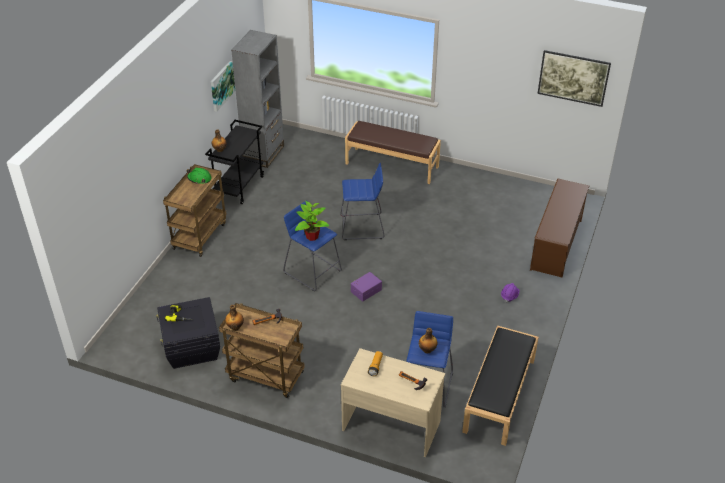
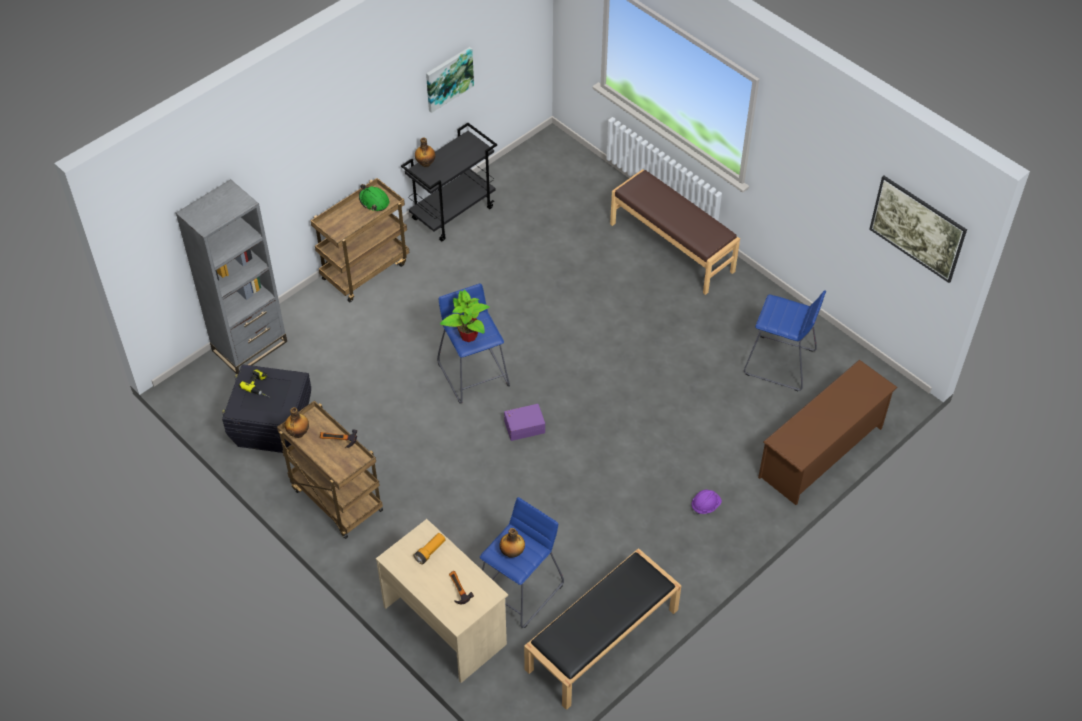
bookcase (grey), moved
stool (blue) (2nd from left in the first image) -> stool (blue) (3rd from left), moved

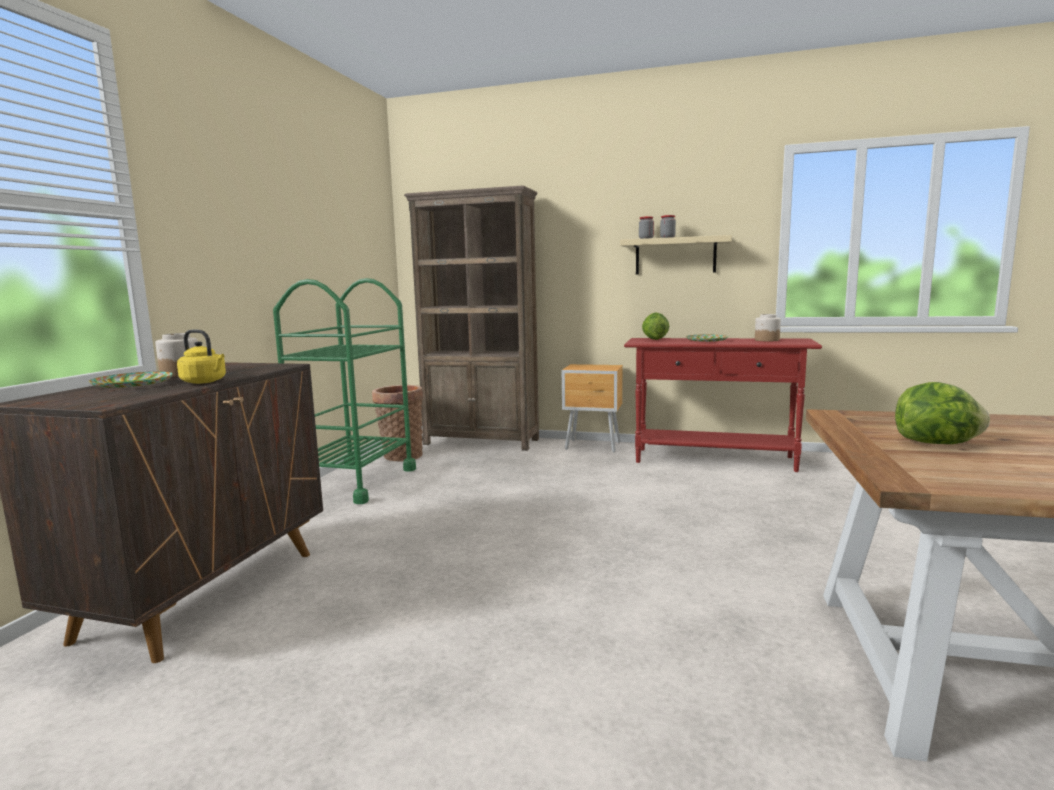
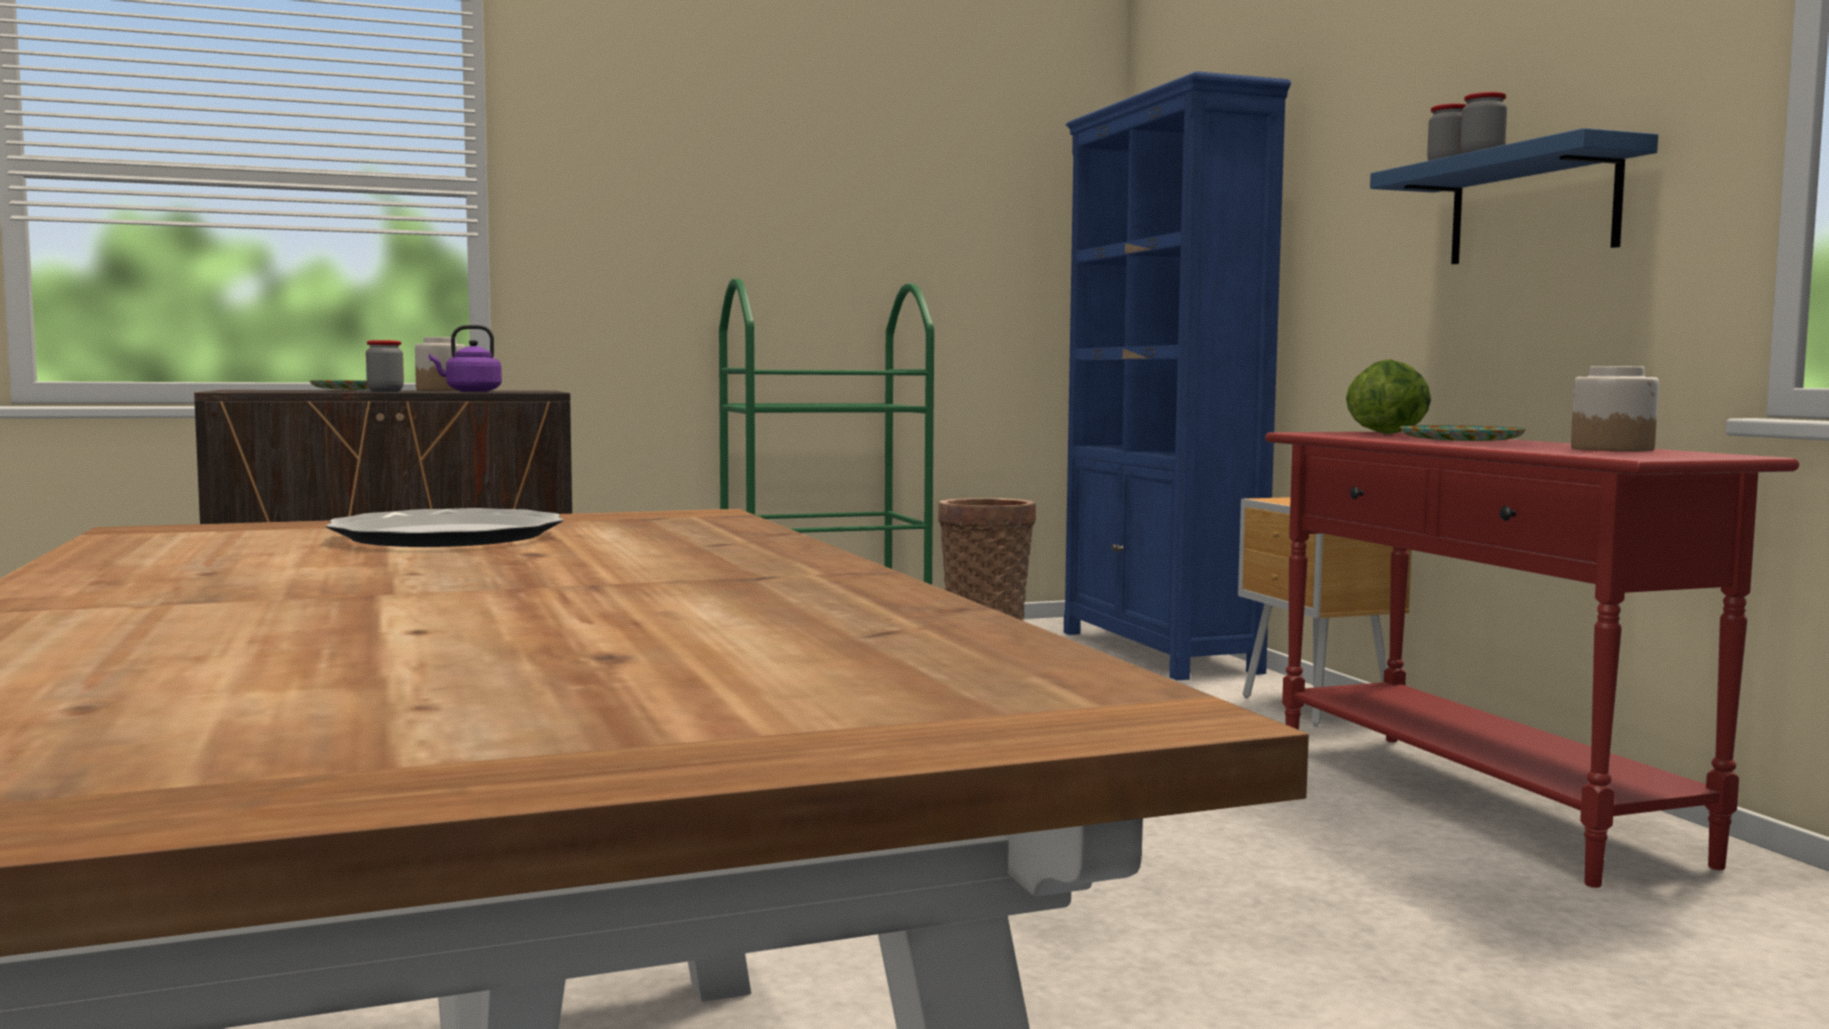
kettle (yellow) -> jar (1st from left)
bookcase (brown) -> bookcase (blue)
shelf (beige) -> shelf (blue)
lettuce (2nd from left) -> plate (2nd from left)
none -> kettle (purple)

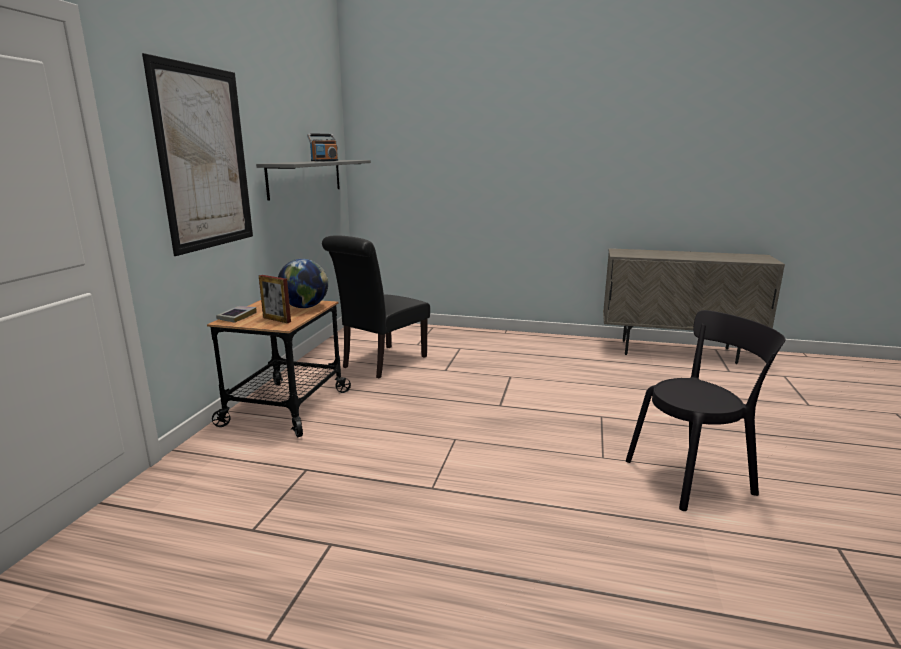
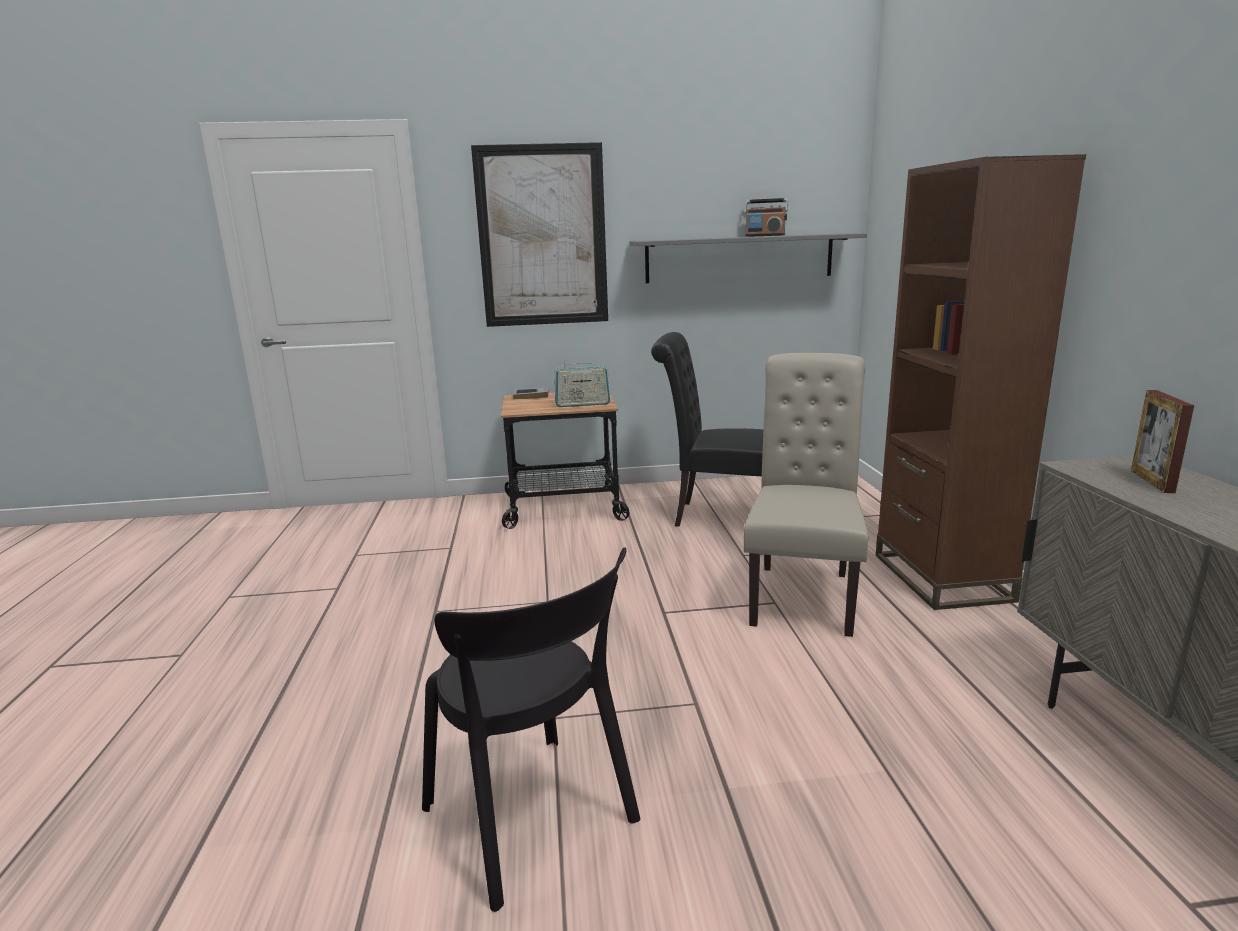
picture frame, moved
globe -> radio (1st from left)
none -> chair (beige)
none -> bookcase (brown)

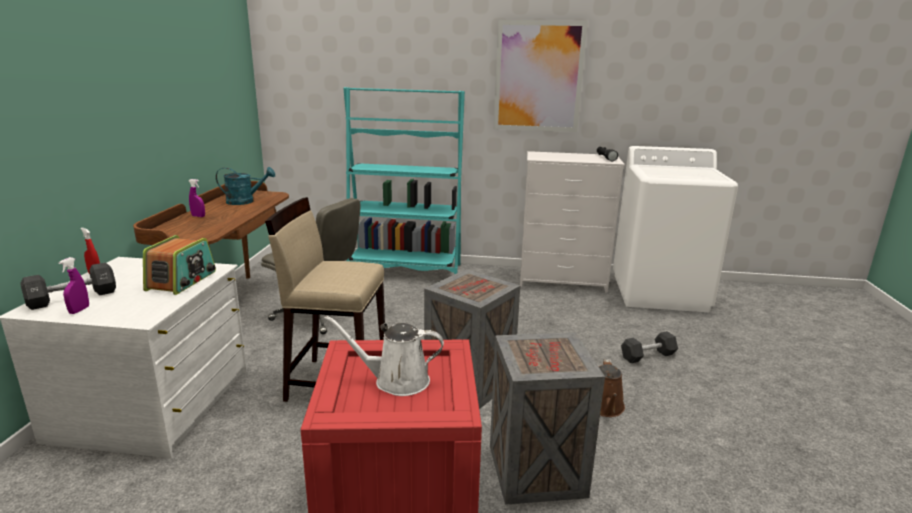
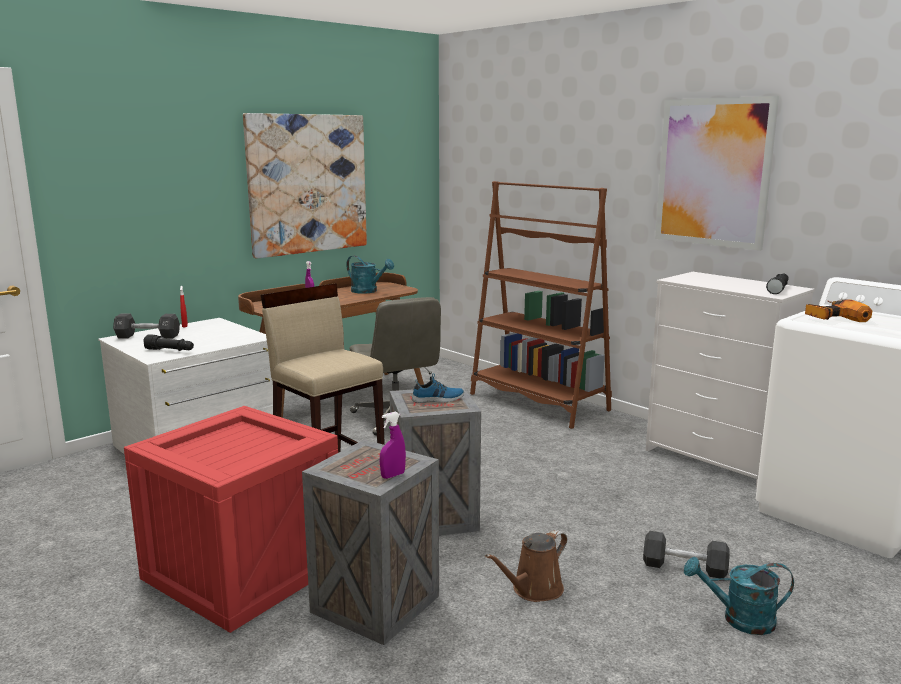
spray bottle (purple) (1st from left in the first image) -> spray bottle (purple) (2nd from left), moved
radio -> none
watering can (white) -> none
bookcase (turquoise) -> bookcase (brown)
none -> flashlight (black) (1st from left)
none -> picture (1st from left)
none -> shoe
none -> watering can (turquoise) (2nd from left)
none -> power drill

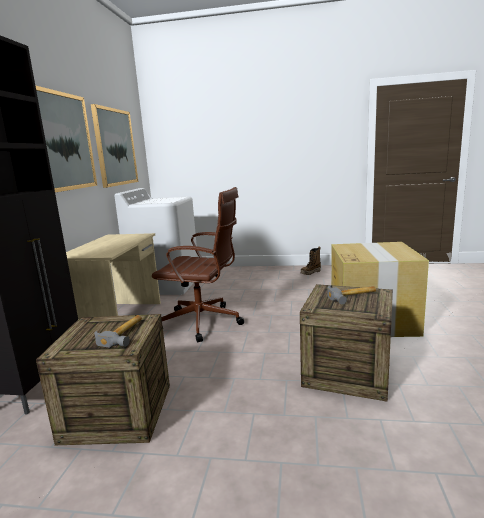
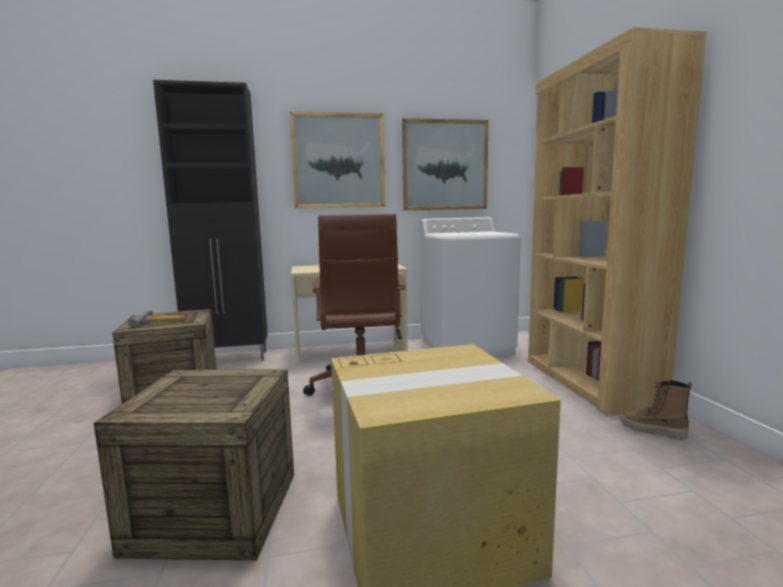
hammer (2nd from left) -> none
none -> bookcase (brown)

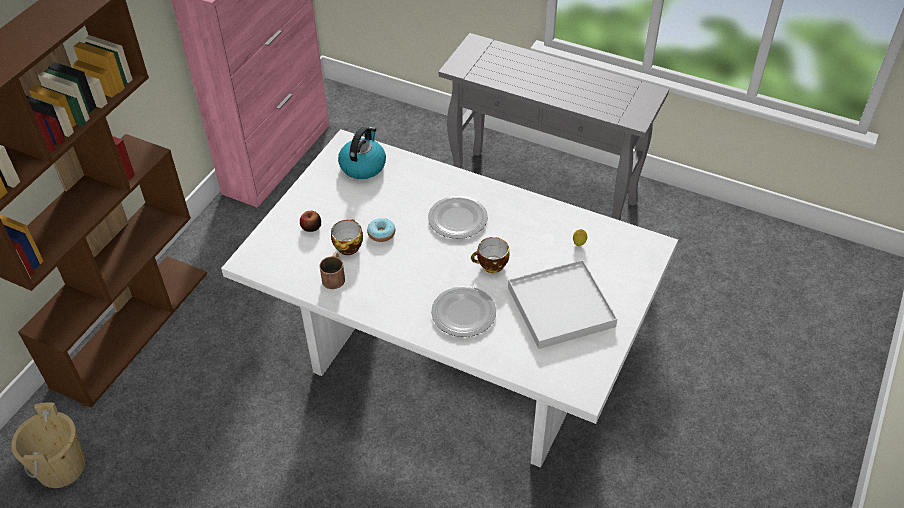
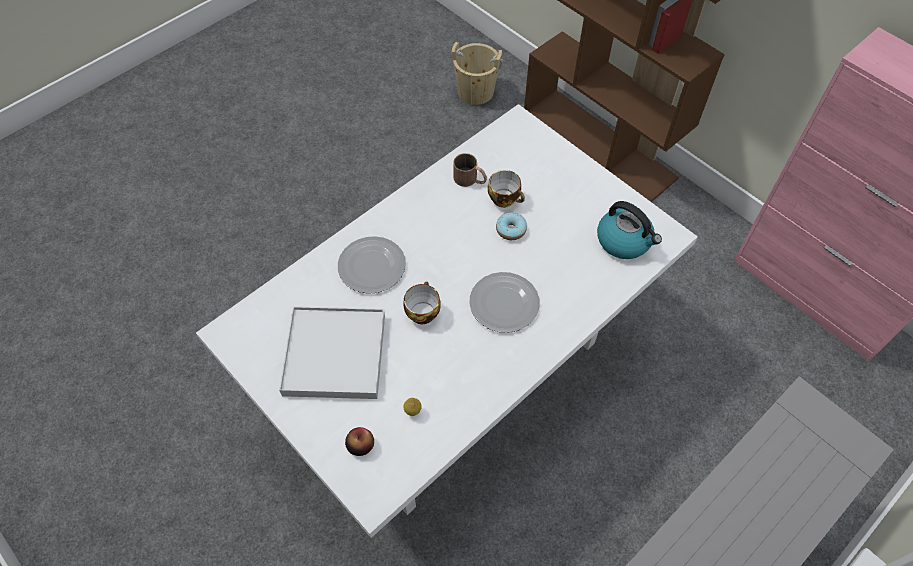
apple, moved

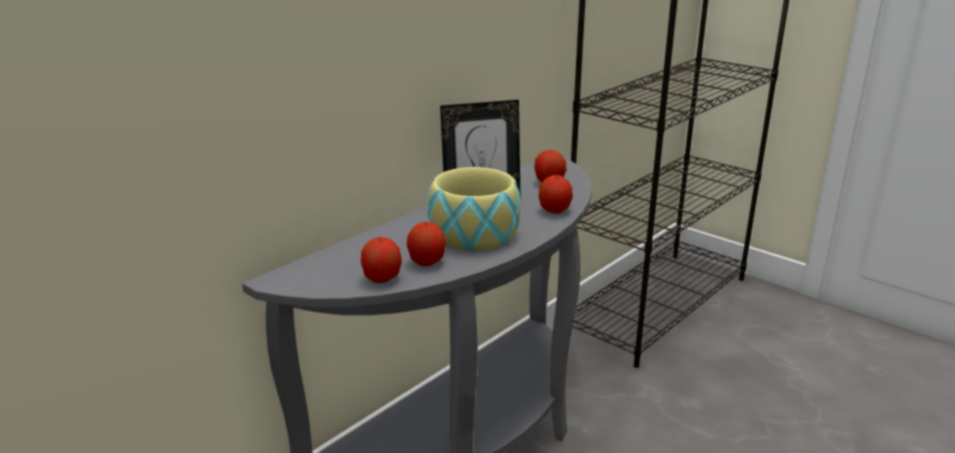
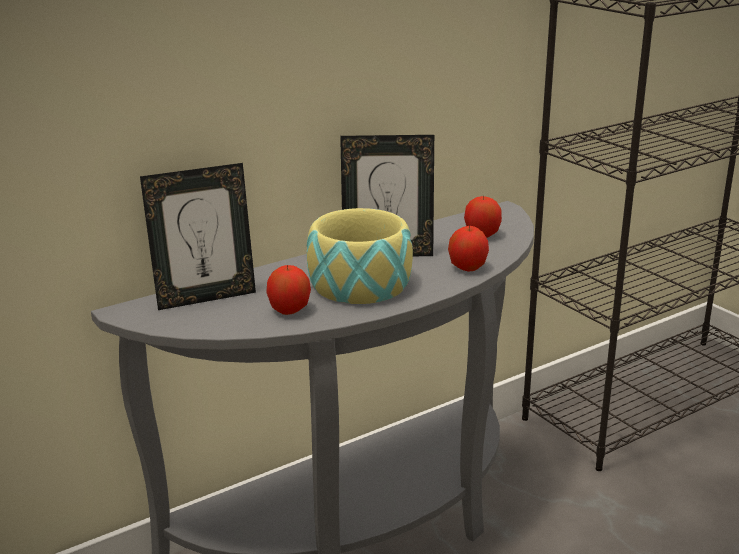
apple (1st from left) -> none
none -> picture frame (1st from left)

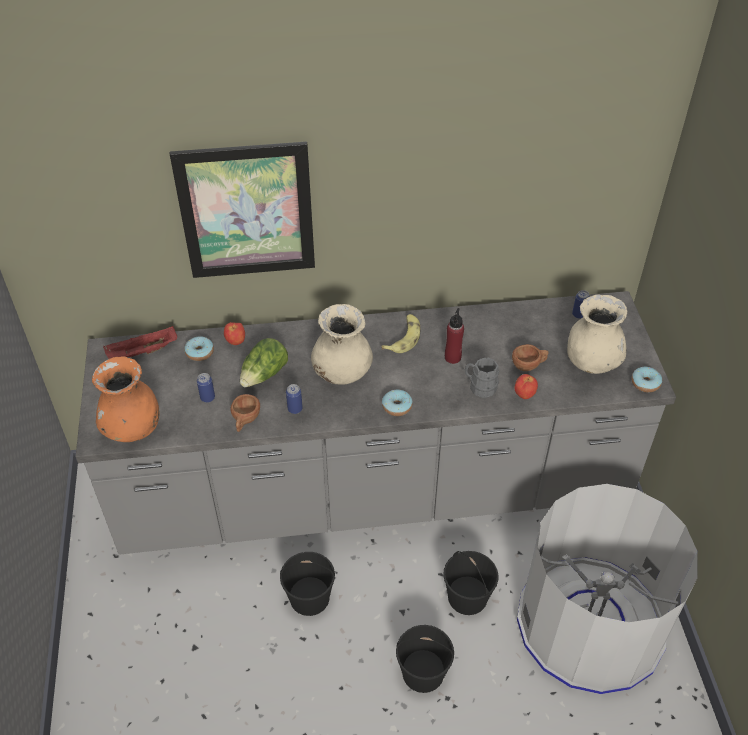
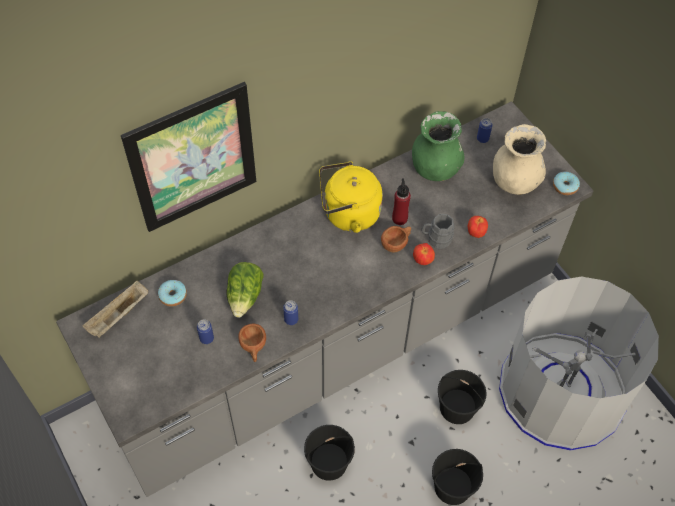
vase (orange) -> none
tray (red) -> tray (beige)
apple (1st from left), moved
vase (beige) (1st from left) -> none
banana -> kettle (yellow)
donut (2nd from left) -> none
cup (brown) (2nd from left), moved
none -> vase (green)

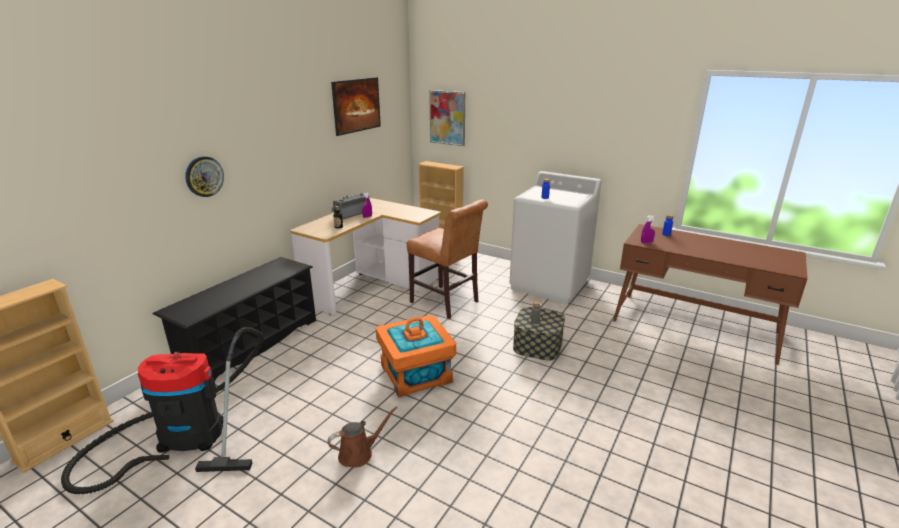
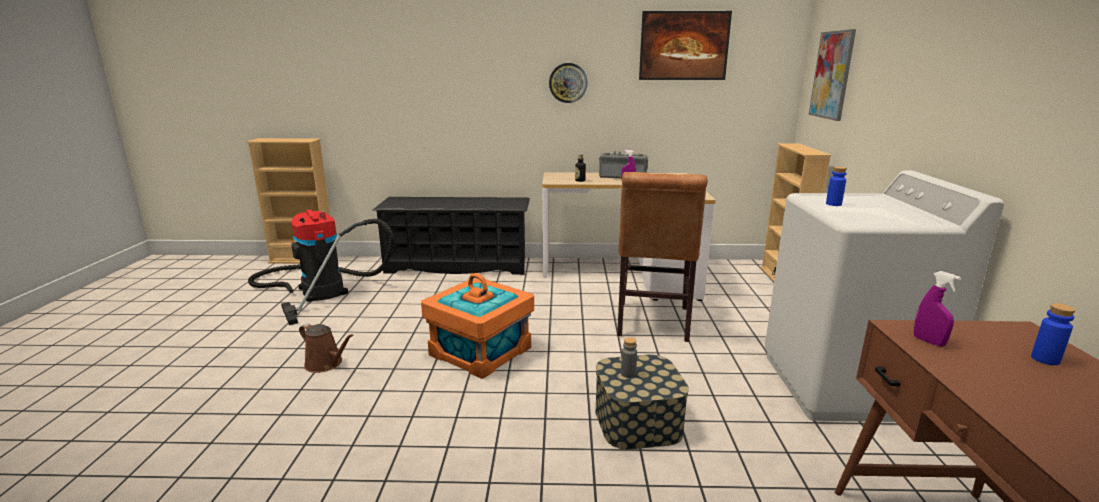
wall clock, moved

